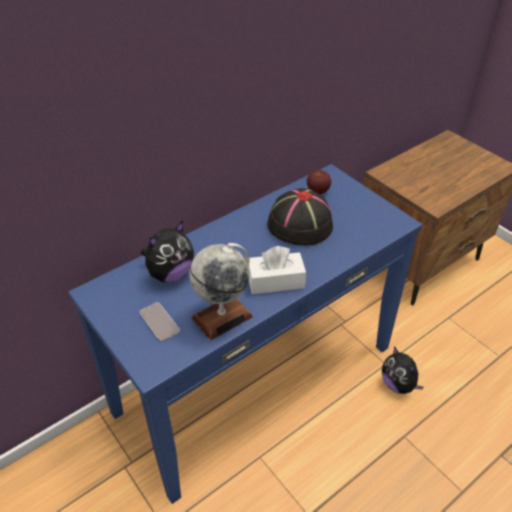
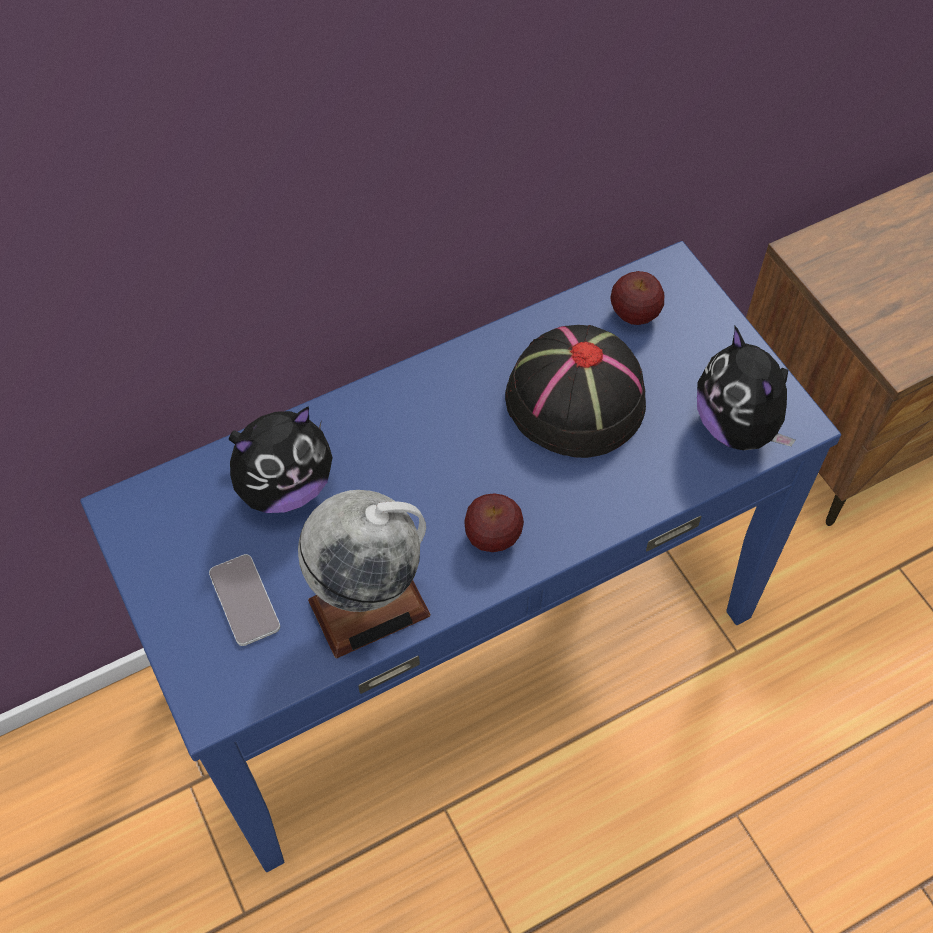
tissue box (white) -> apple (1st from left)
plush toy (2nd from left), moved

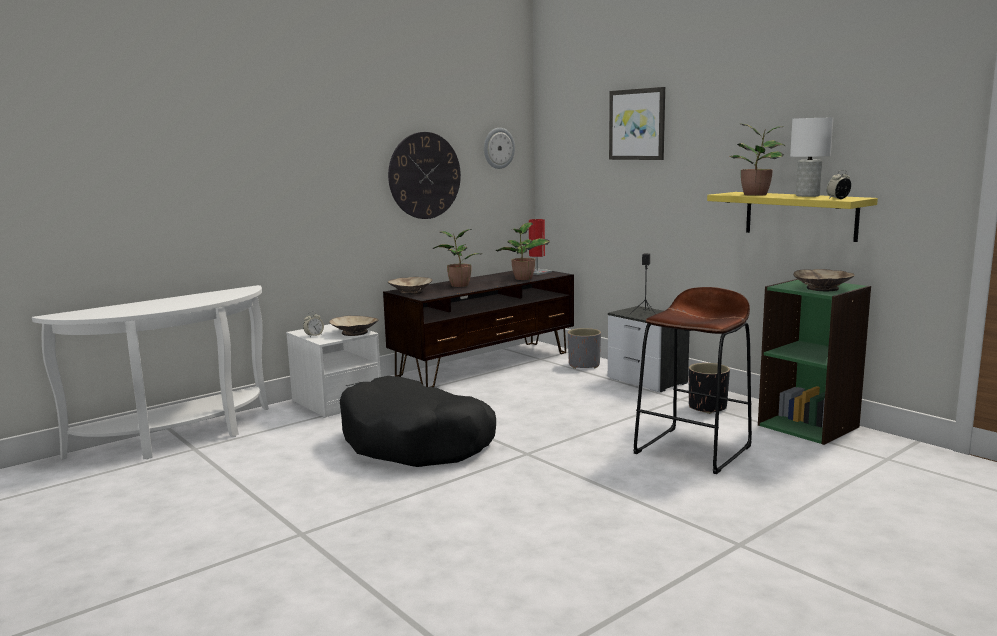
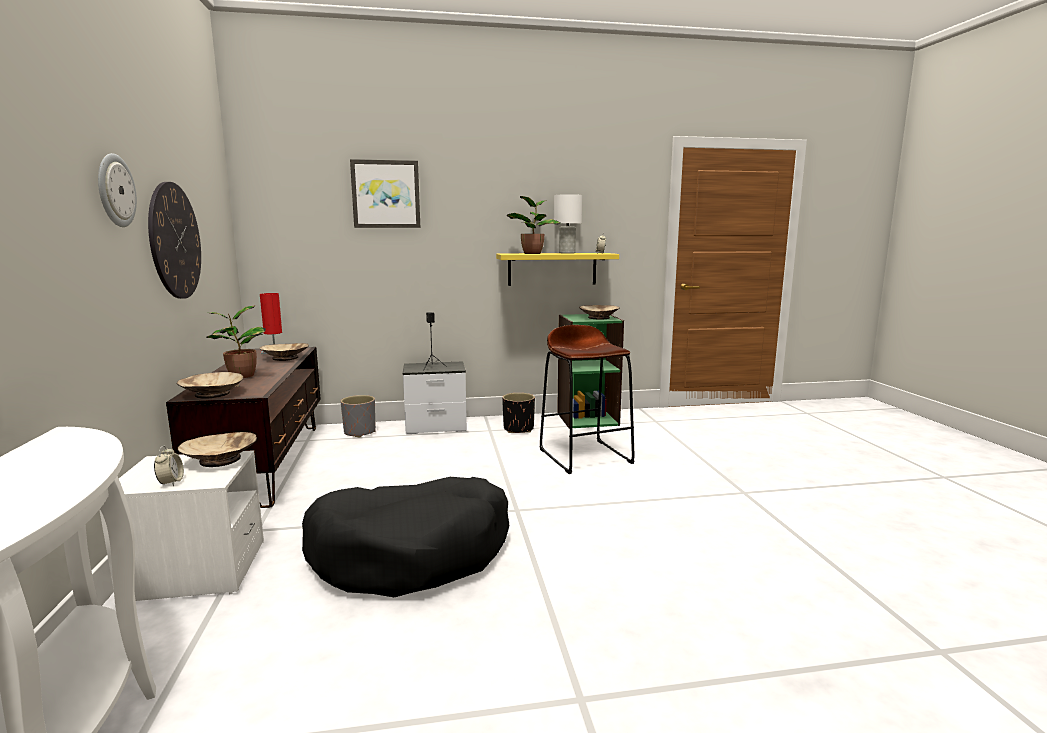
wall clock (2nd from left in the first image) -> wall clock (1st from left), moved
potted plant (2nd from left) -> bowl (beige) (3rd from left)

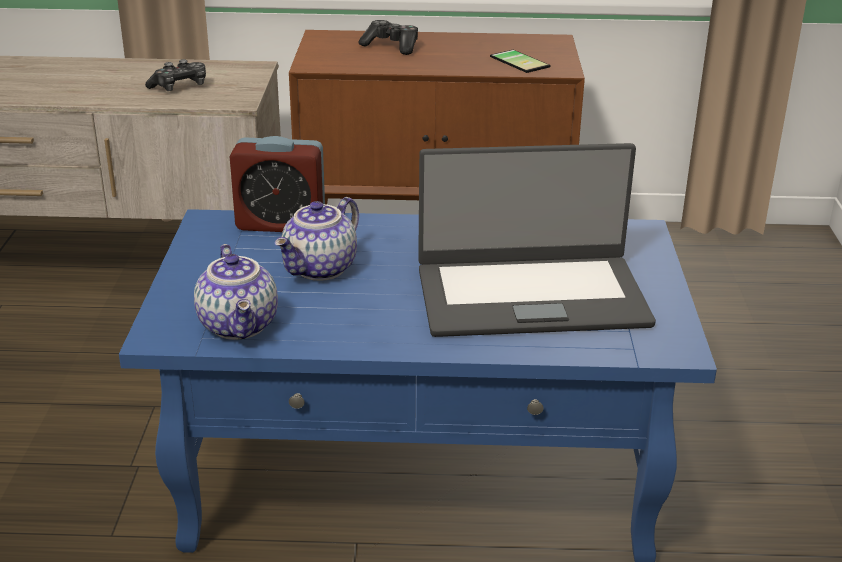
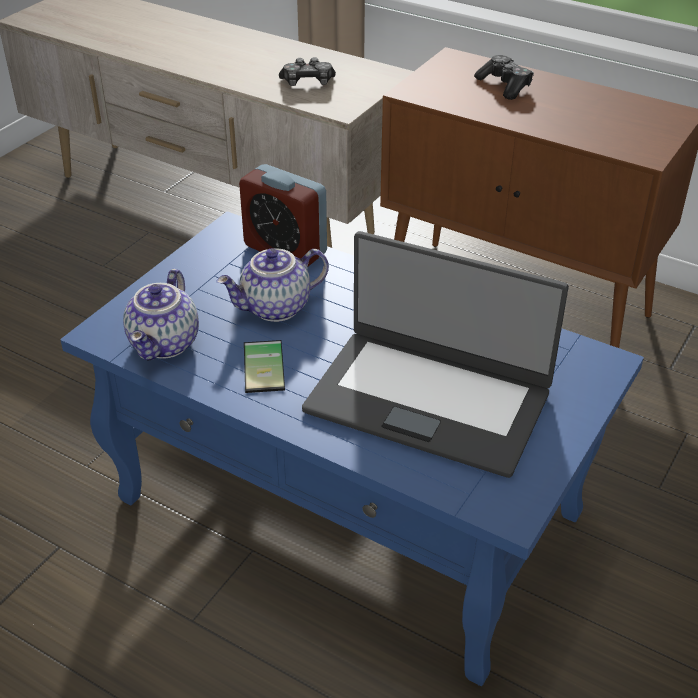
phone, moved

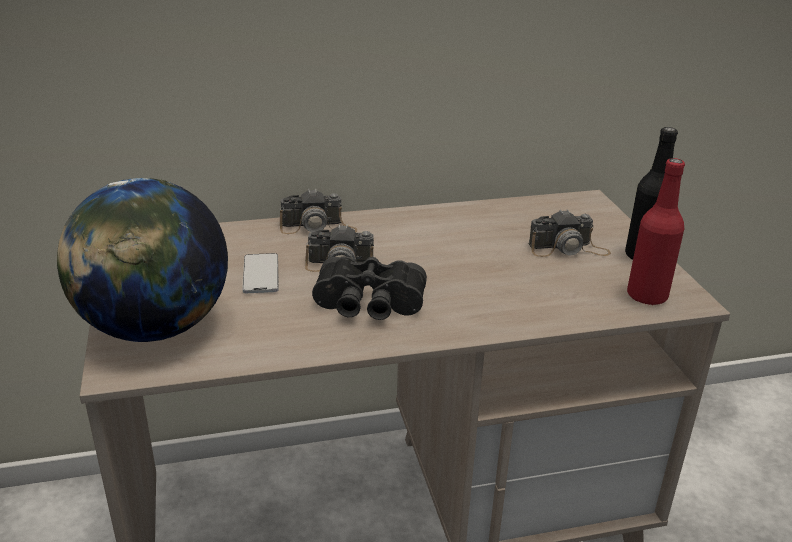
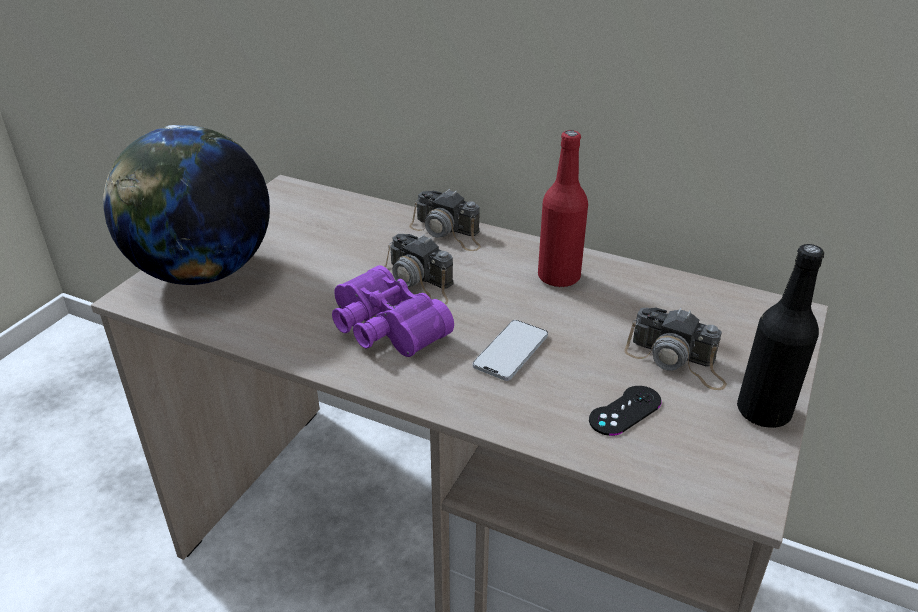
phone, moved
binoculars (black) -> binoculars (purple)
bottle (red), moved
none -> game controller (black)

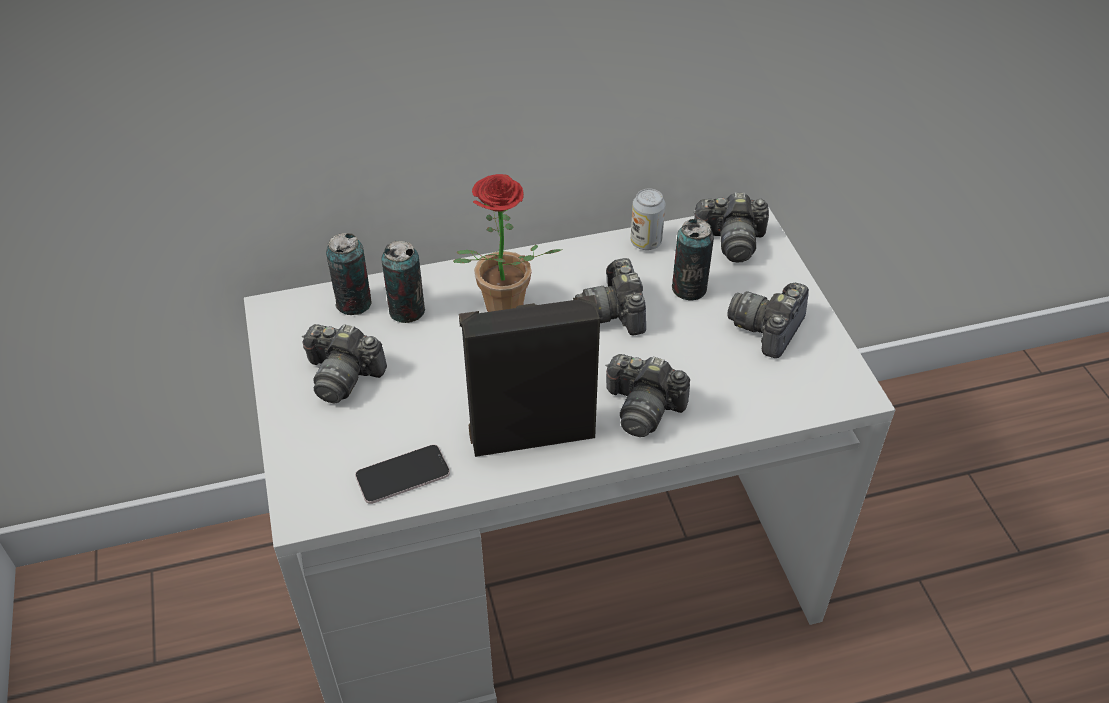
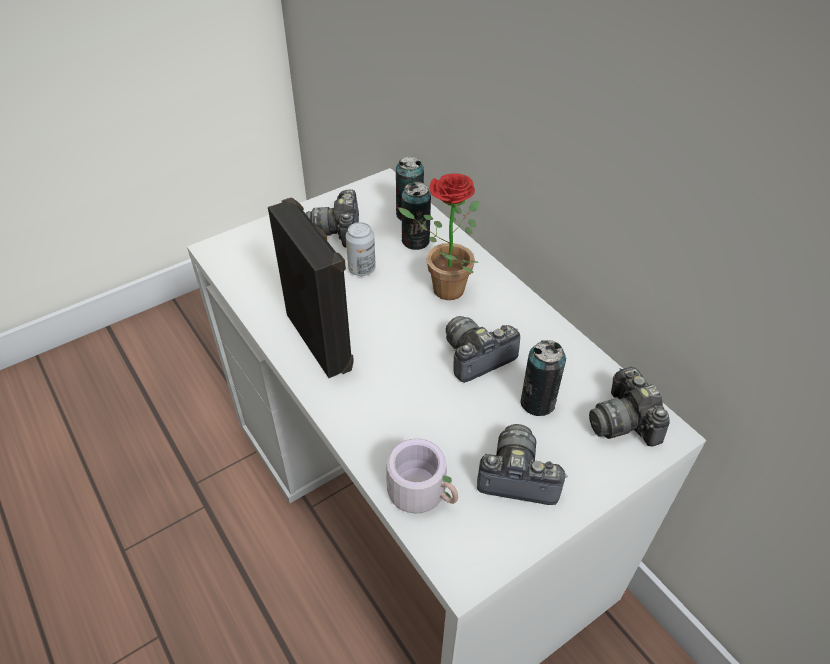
phone -> none
photo camera (3rd from left) -> none
can (3rd from left in the first image) -> can (1st from left), moved
none -> mug (grey)

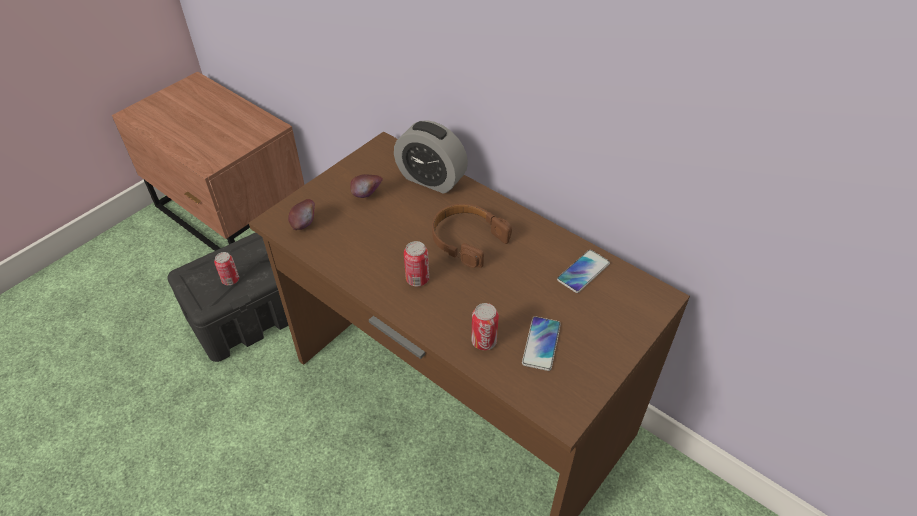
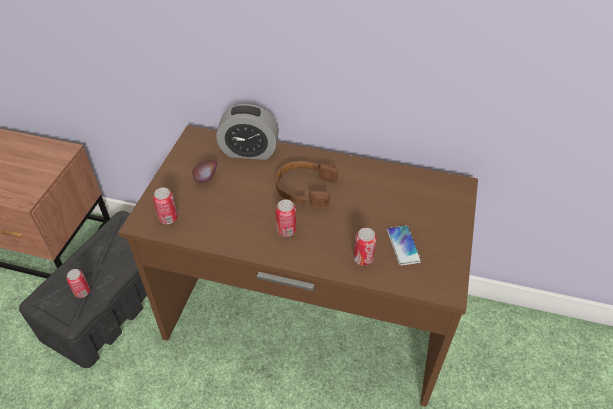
apple (1st from left) -> can (2nd from left)
phone (2nd from left) -> none

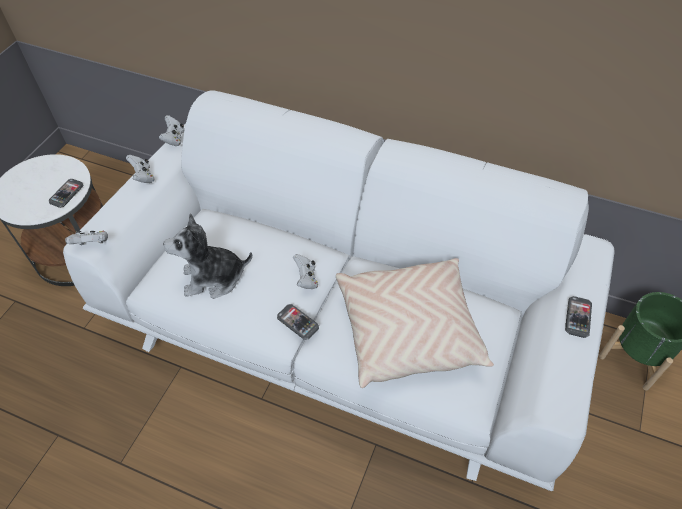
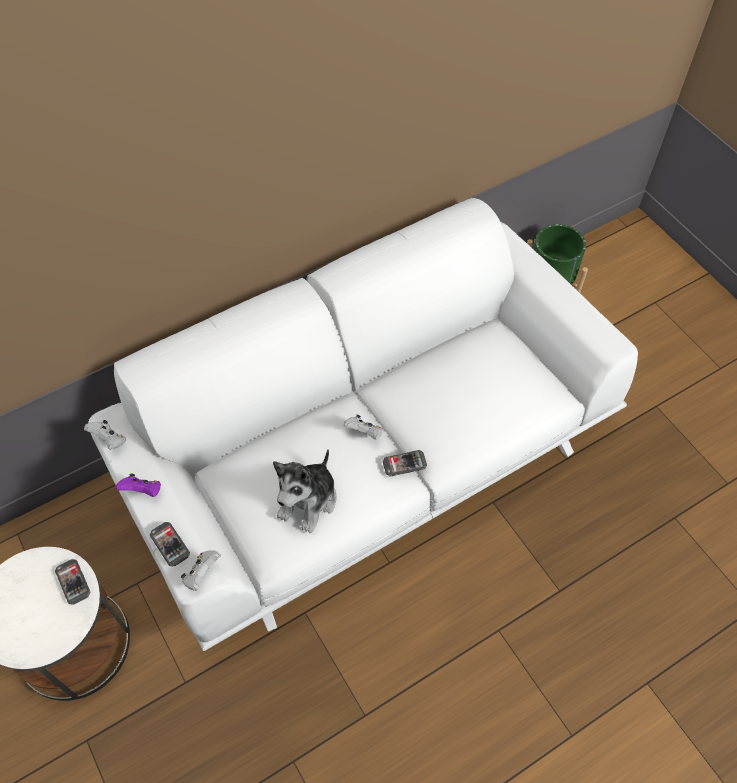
game controller (white) (2nd from left) -> game controller (purple)
pillow (beige) -> none
phone (3rd from left in the first image) -> phone (2nd from left), moved

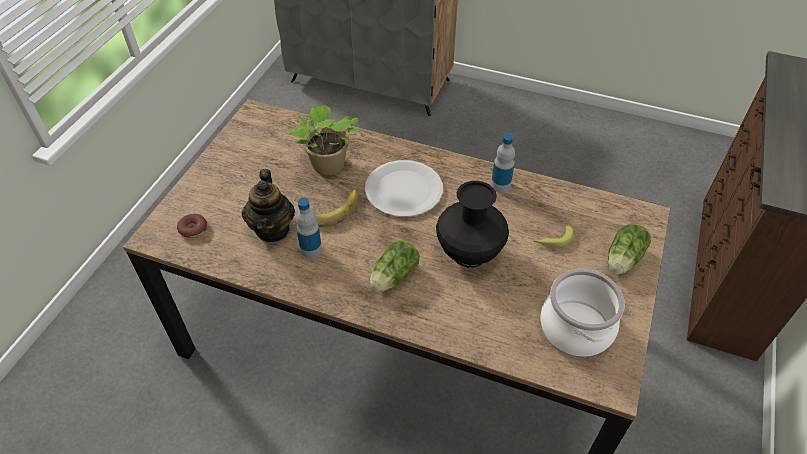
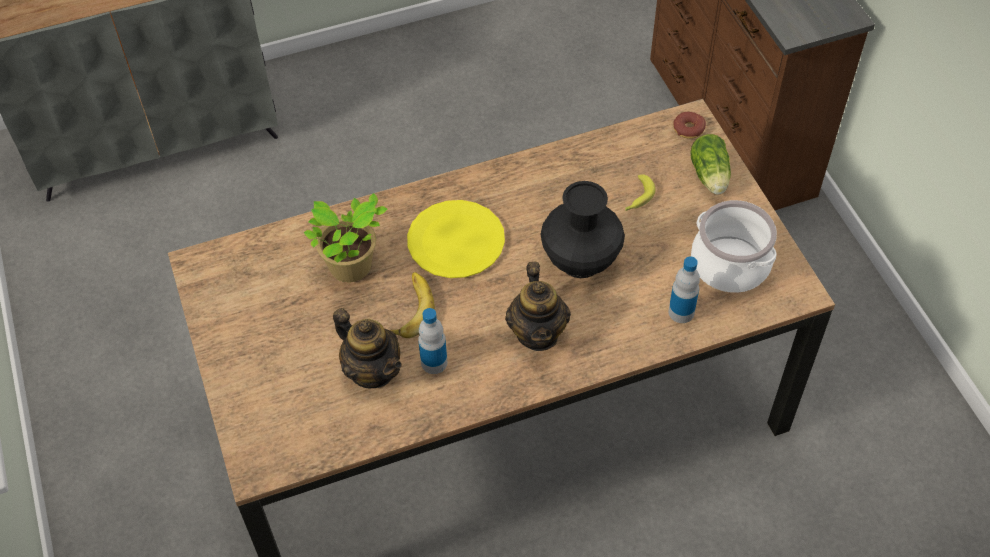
donut, moved
plate (white) -> plate (yellow)
lettuce (1st from left) -> teapot (2nd from left)
bottle (2nd from left), moved

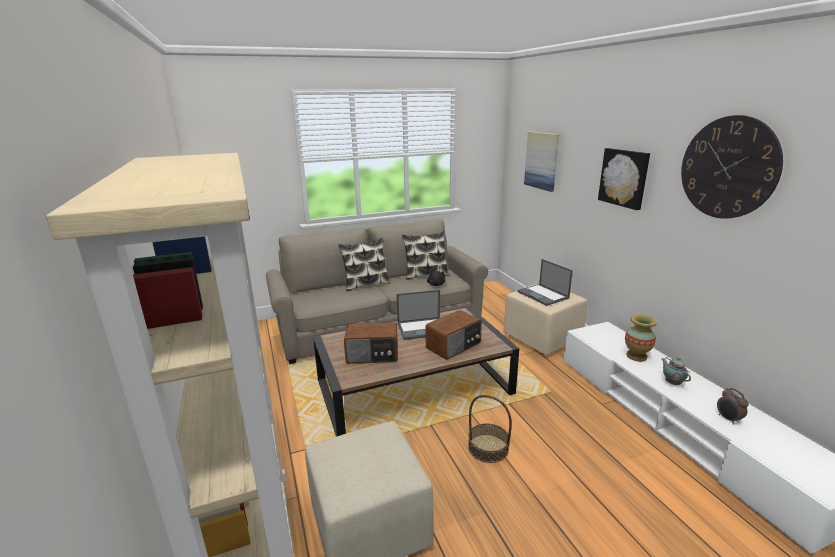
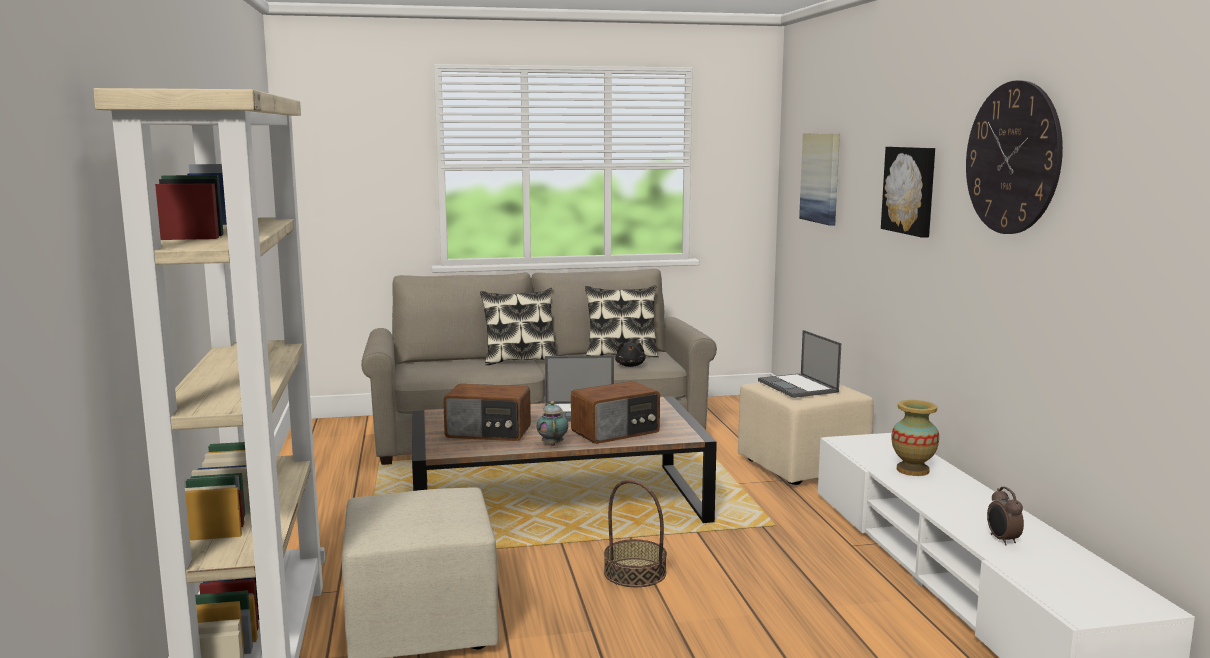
teapot, moved

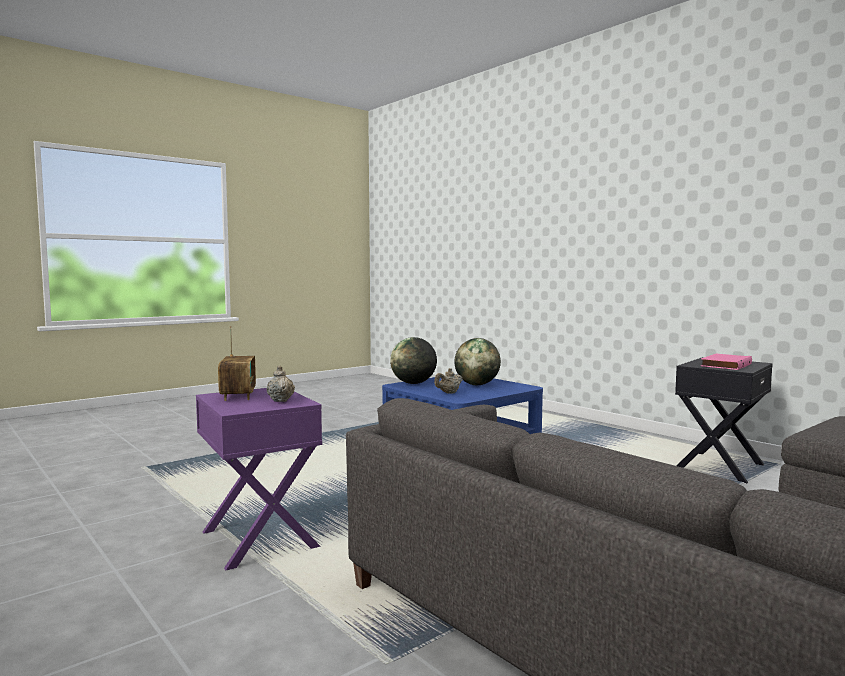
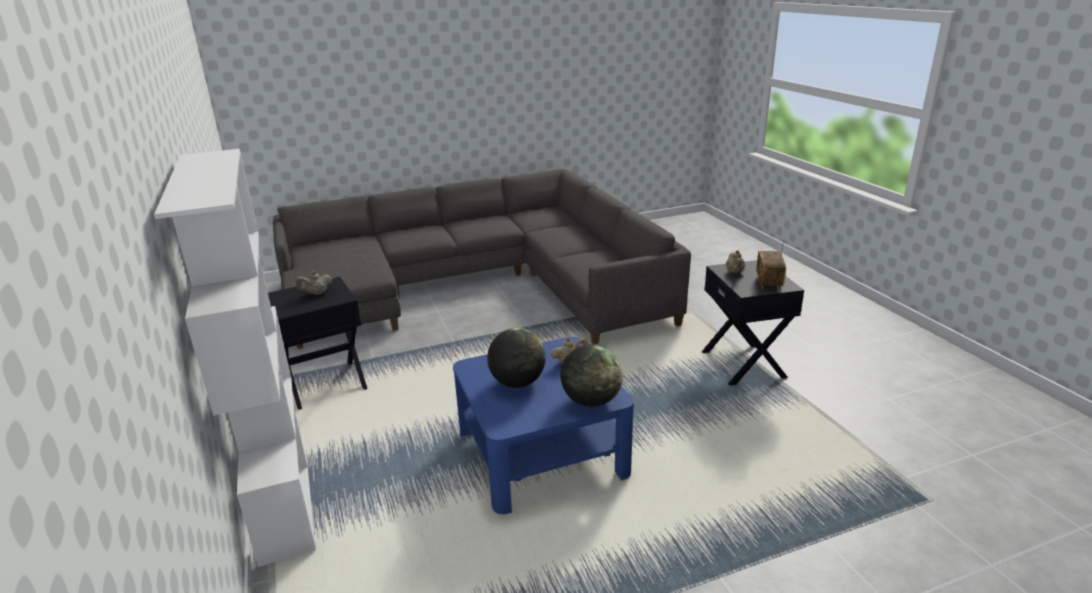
side table (purple) -> side table (black) (2nd from left)
book (pink) -> teapot (beige) (1st from left)
none -> bookcase (white)

